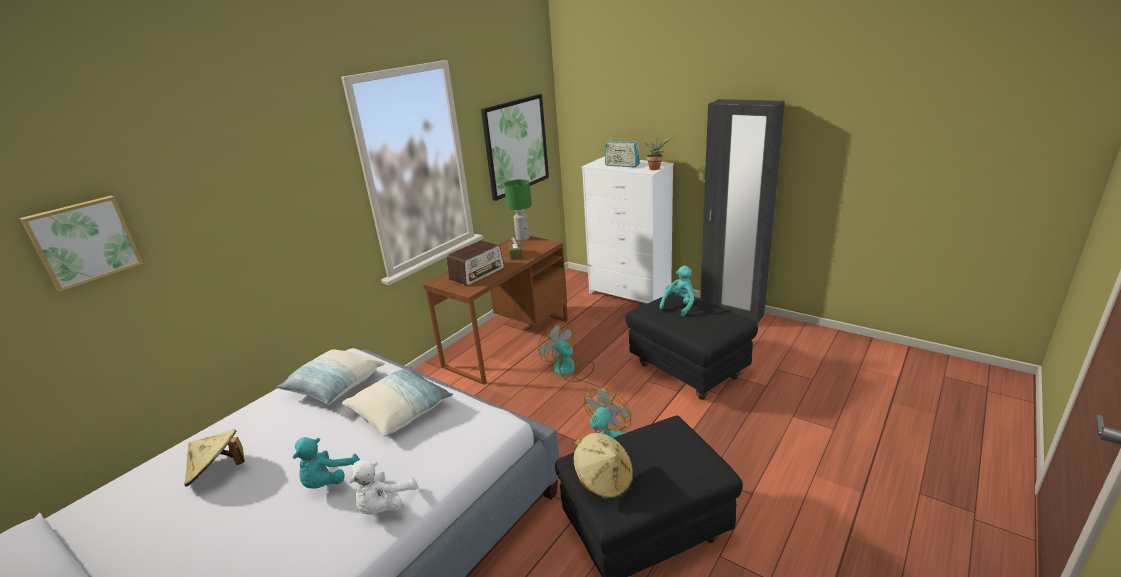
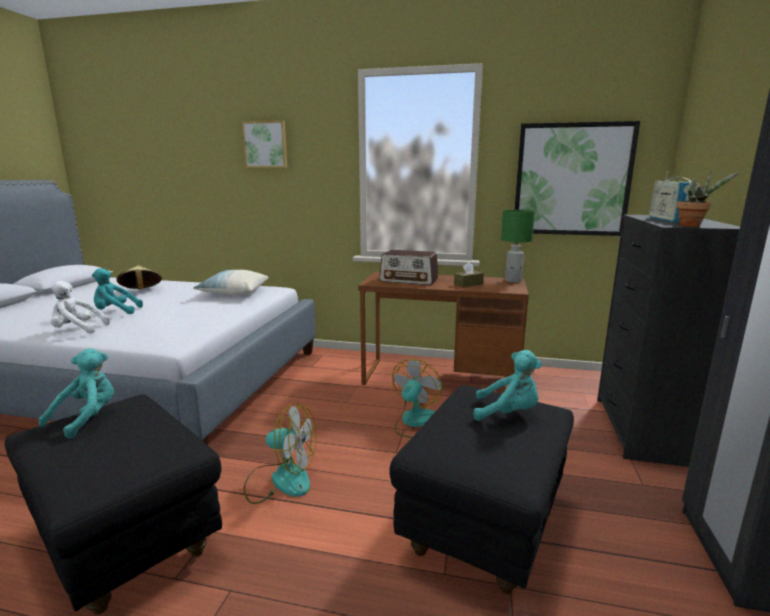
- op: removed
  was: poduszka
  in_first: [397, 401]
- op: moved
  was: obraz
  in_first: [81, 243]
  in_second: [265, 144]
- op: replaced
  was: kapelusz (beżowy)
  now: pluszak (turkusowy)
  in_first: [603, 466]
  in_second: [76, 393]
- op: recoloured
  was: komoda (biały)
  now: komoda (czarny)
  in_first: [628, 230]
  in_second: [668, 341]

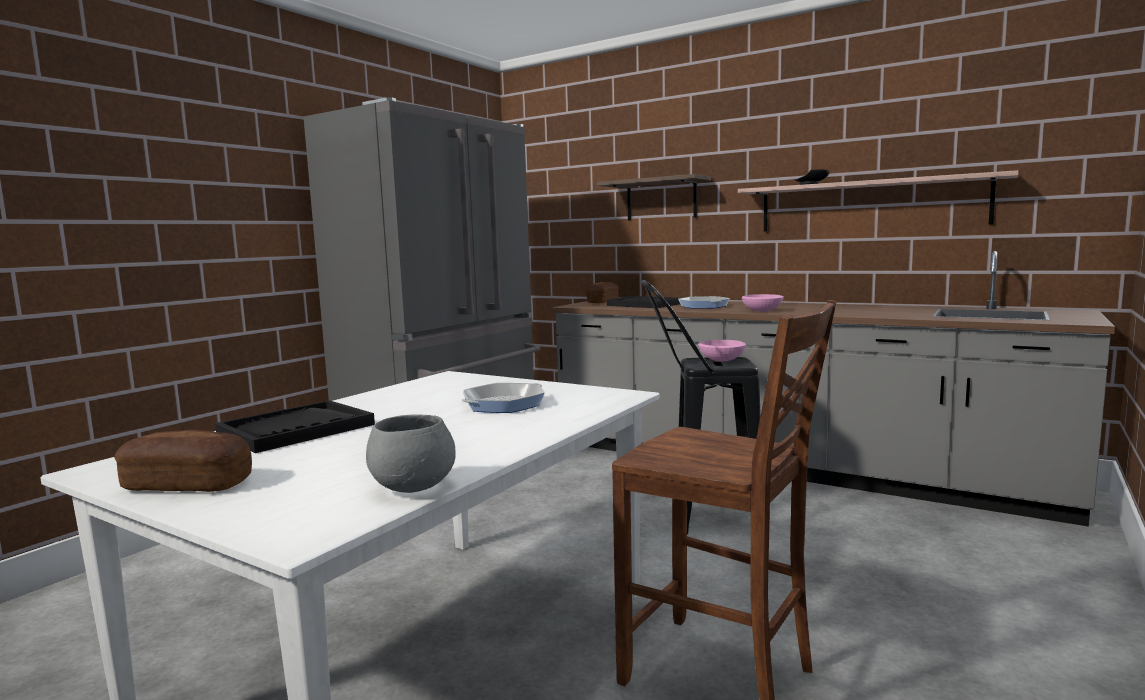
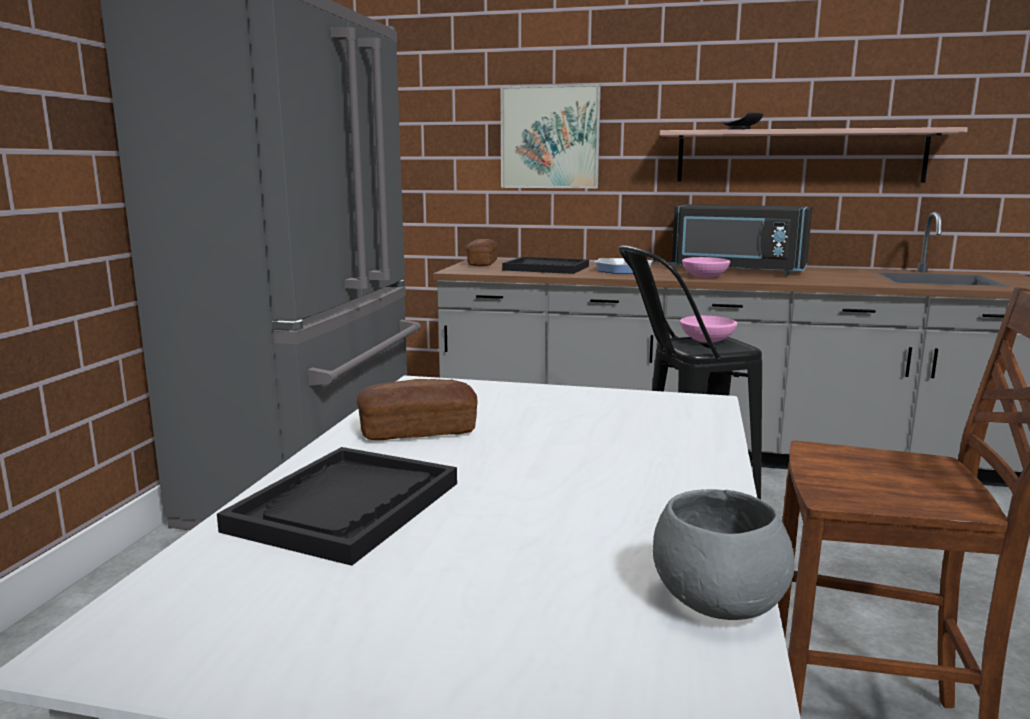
- op: removed
  was: patelnia
  in_first: [503, 398]
- op: added
  now: mikrofalówka (czarny)
  in_second: [741, 239]
- op: moved
  was: chleb
  in_first: [183, 461]
  in_second: [417, 409]
- op: replaced
  was: półka
  now: obraz
  in_first: [654, 197]
  in_second: [551, 136]

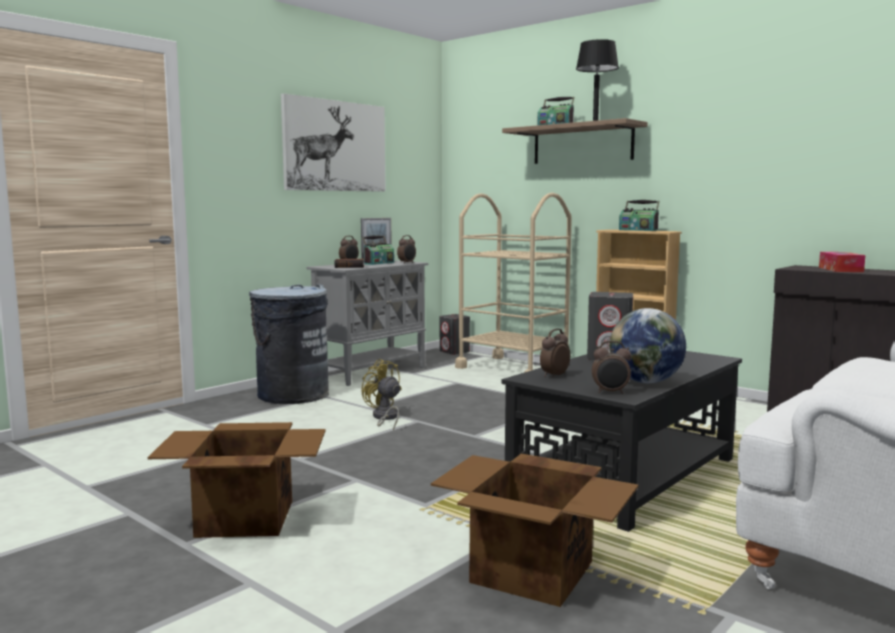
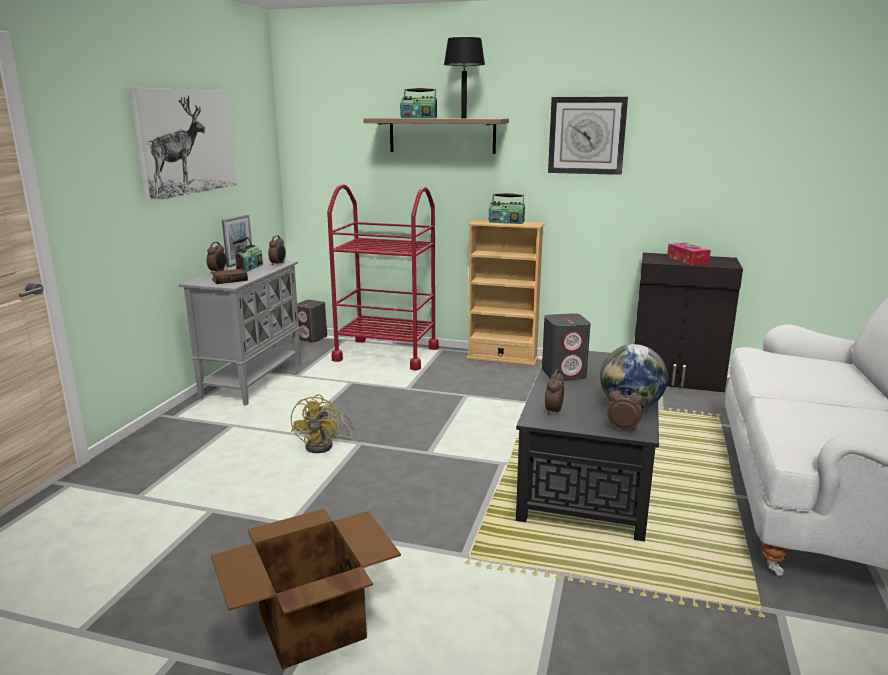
- op: removed
  was: kosz na śmieci (szary)
  in_first: [289, 344]
- op: removed
  was: karton
  in_first: [535, 530]
- op: added
  now: zegar ścienny
  in_second: [588, 136]
- op: recoloured
  was: wózek (beżowy)
  now: wózek (czerwony)
  in_first: [513, 283]
  in_second: [383, 277]
- op: turned
  was: wentylator (żółty)
  in_first: [381, 395]
  in_second: [322, 423]
  clockwise: -105
- op: turned
  was: budzik
  in_first: [612, 367]
  in_second: [625, 409]
  clockwise: -135

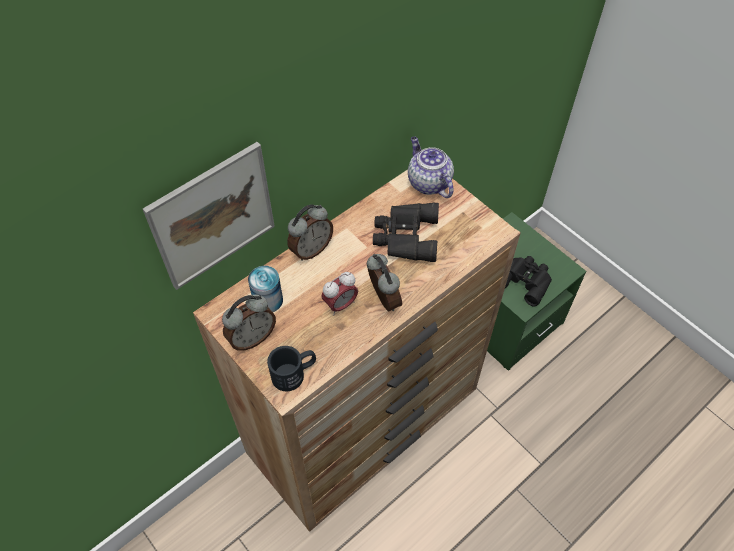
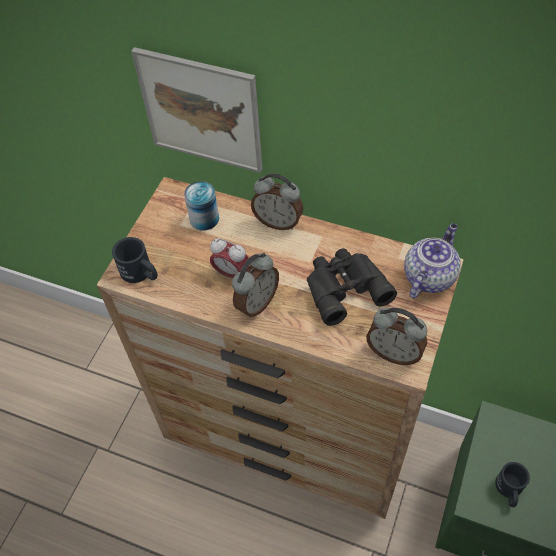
- op: moved
  was: budzik
  in_first: [249, 322]
  in_second: [396, 336]
- op: replaced
  was: lornetka (czarny)
  now: kubek (czarny)
  in_first: [528, 281]
  in_second: [512, 484]

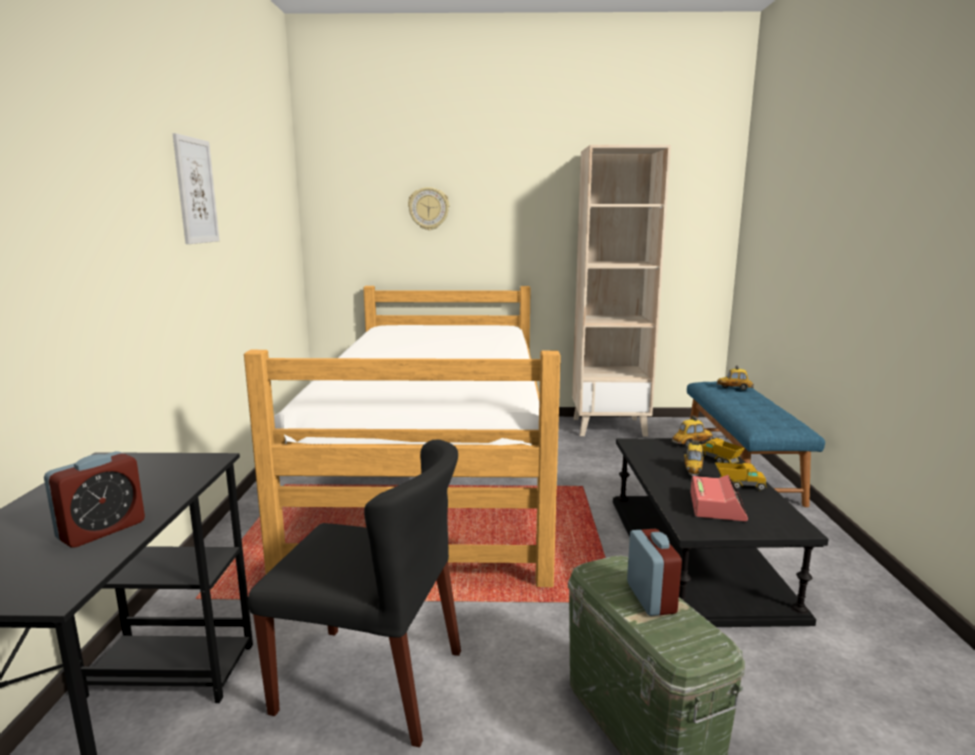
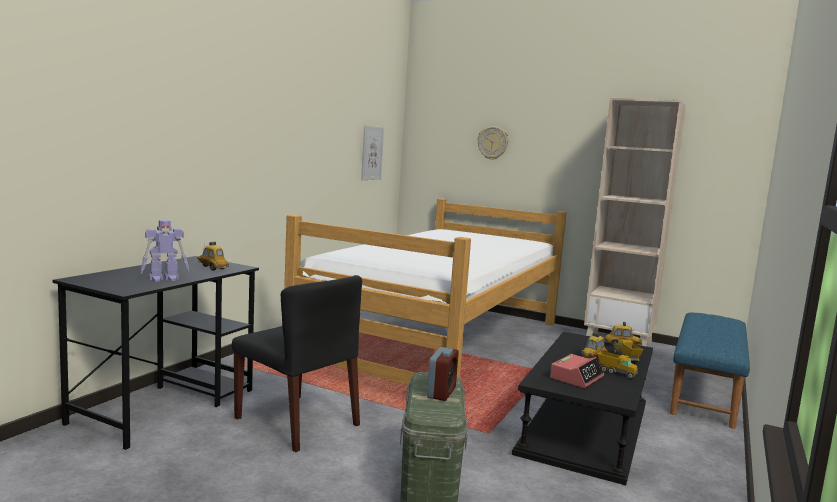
- op: moved
  was: obraz
  in_first: [196, 188]
  in_second: [372, 152]
- op: moved
  was: samochodzik
  in_first: [735, 378]
  in_second: [213, 256]
- op: replaced
  was: budzik
  now: robot zabawkowy
  in_first: [94, 499]
  in_second: [165, 251]

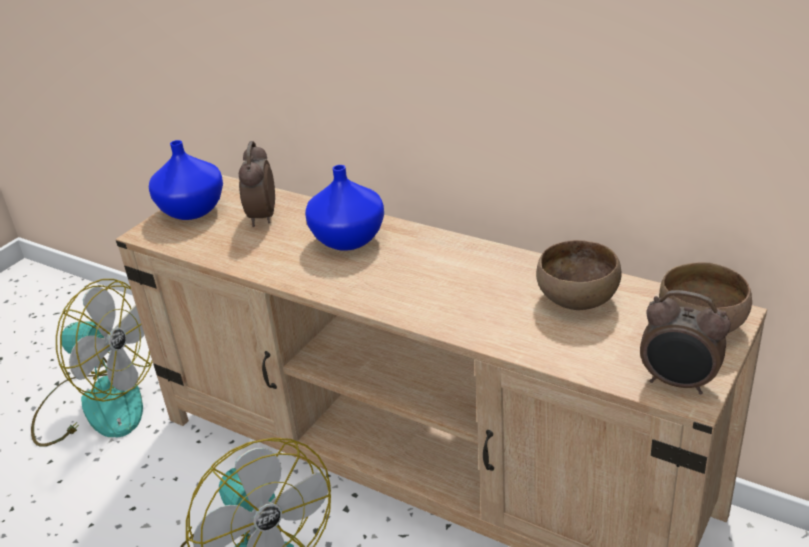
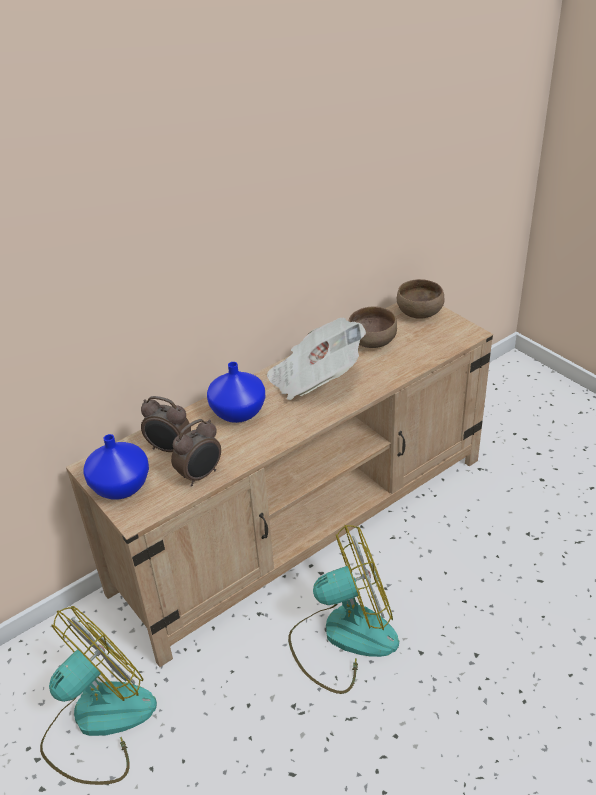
- op: added
  now: gazeta
  in_second: [316, 358]
- op: moved
  was: budzik
  in_first: [685, 342]
  in_second: [196, 452]

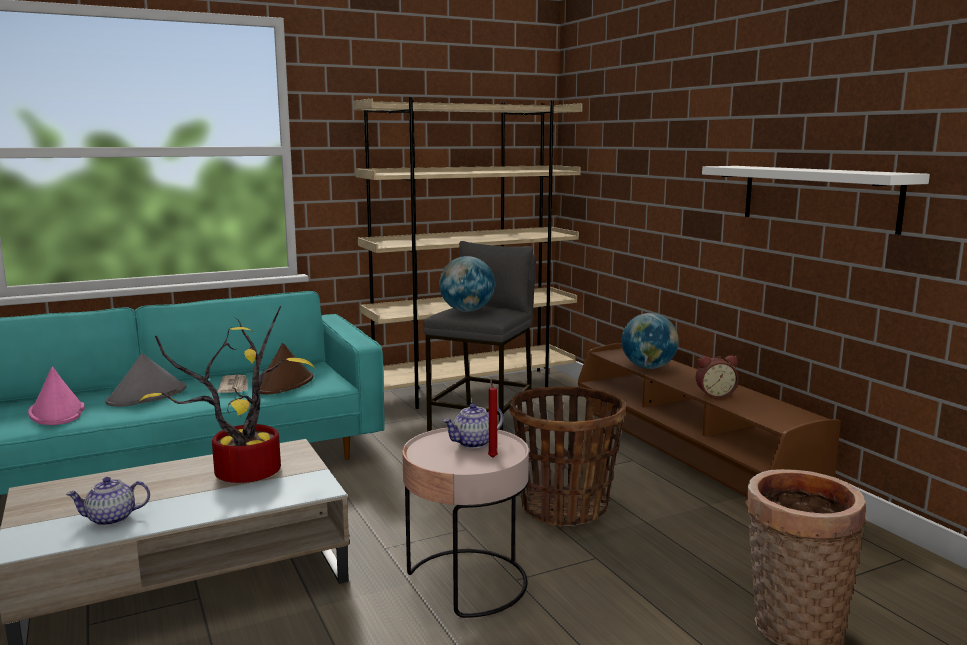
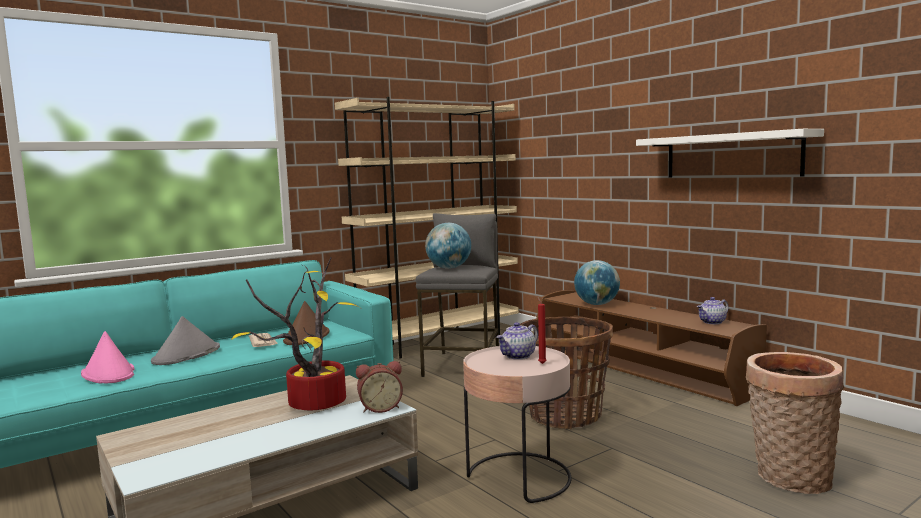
- op: moved
  was: imbryk
  in_first: [108, 501]
  in_second: [713, 310]
- op: moved
  was: budzik
  in_first: [717, 377]
  in_second: [379, 387]

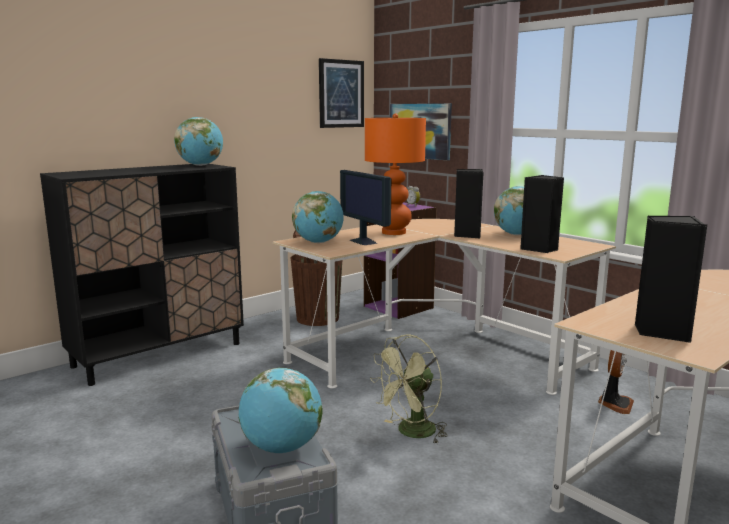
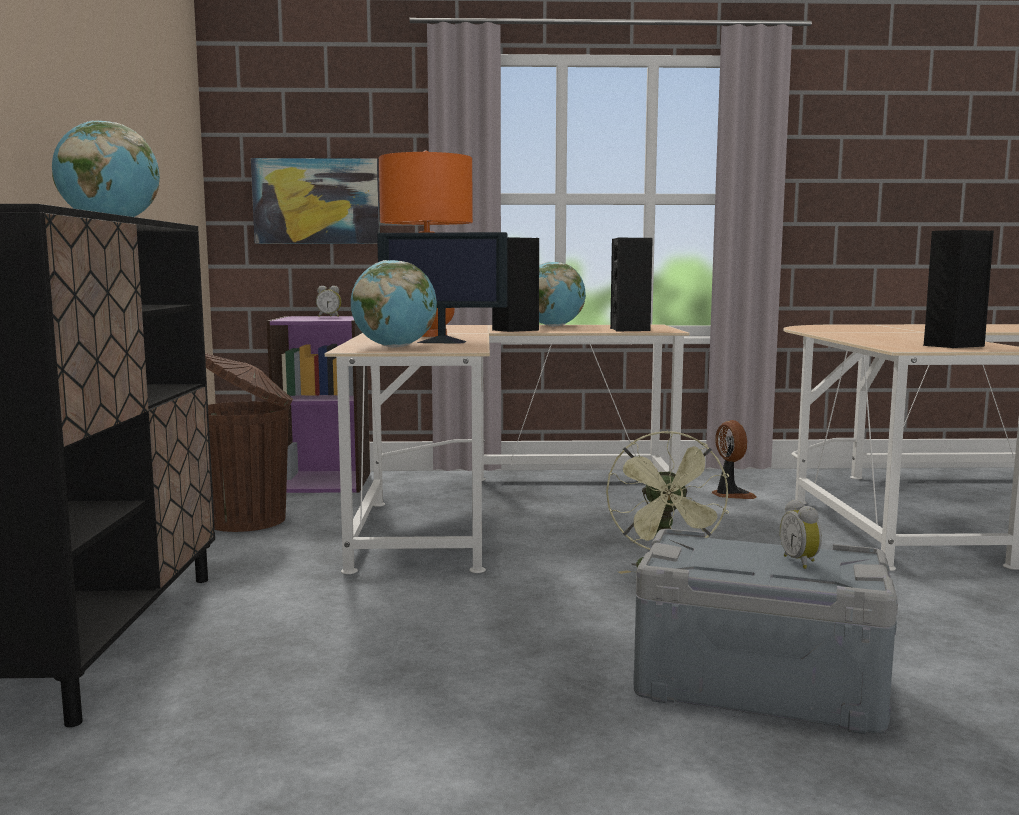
- op: removed
  was: obraz
  in_first: [341, 93]
- op: replaced
  was: globus
  now: budzik
  in_first: [280, 410]
  in_second: [801, 534]

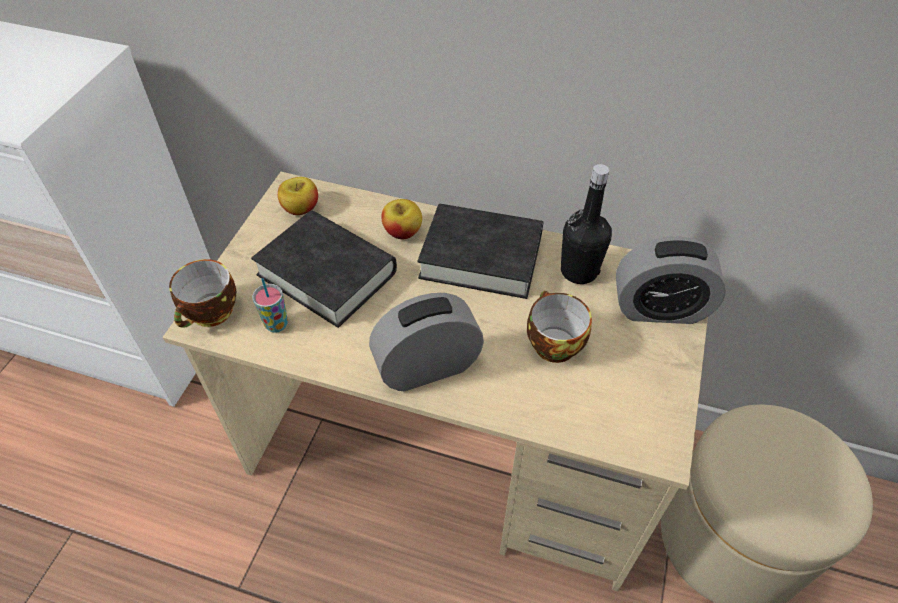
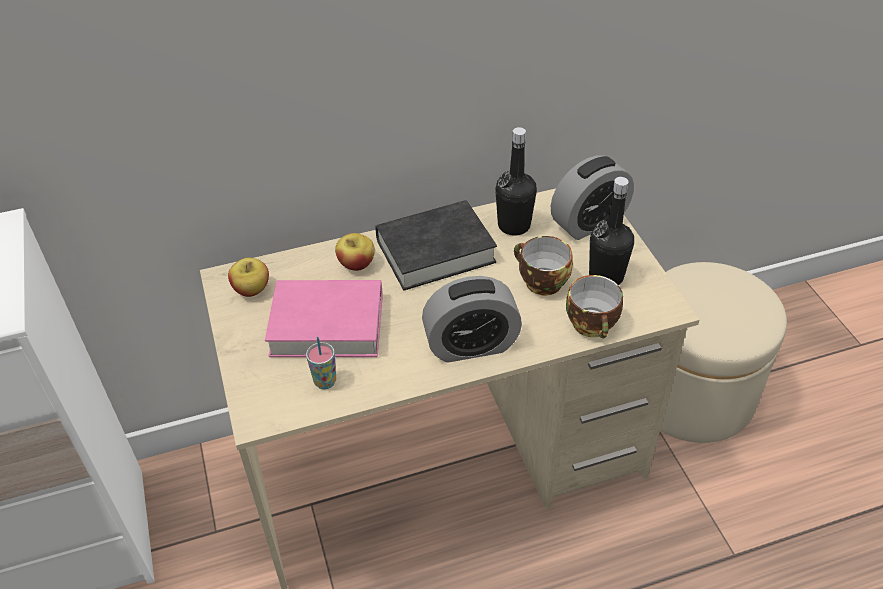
- op: added
  now: butelka (czarny)
  in_second: [611, 231]
- op: moved
  was: filiżanka
  in_first: [202, 293]
  in_second: [594, 307]
- op: recoloured
  was: książka (czarny)
  now: książka (różowy)
  in_first: [324, 269]
  in_second: [324, 318]
- op: turned
  was: budzik
  in_first: [426, 342]
  in_second: [472, 319]
  clockwise: -135

